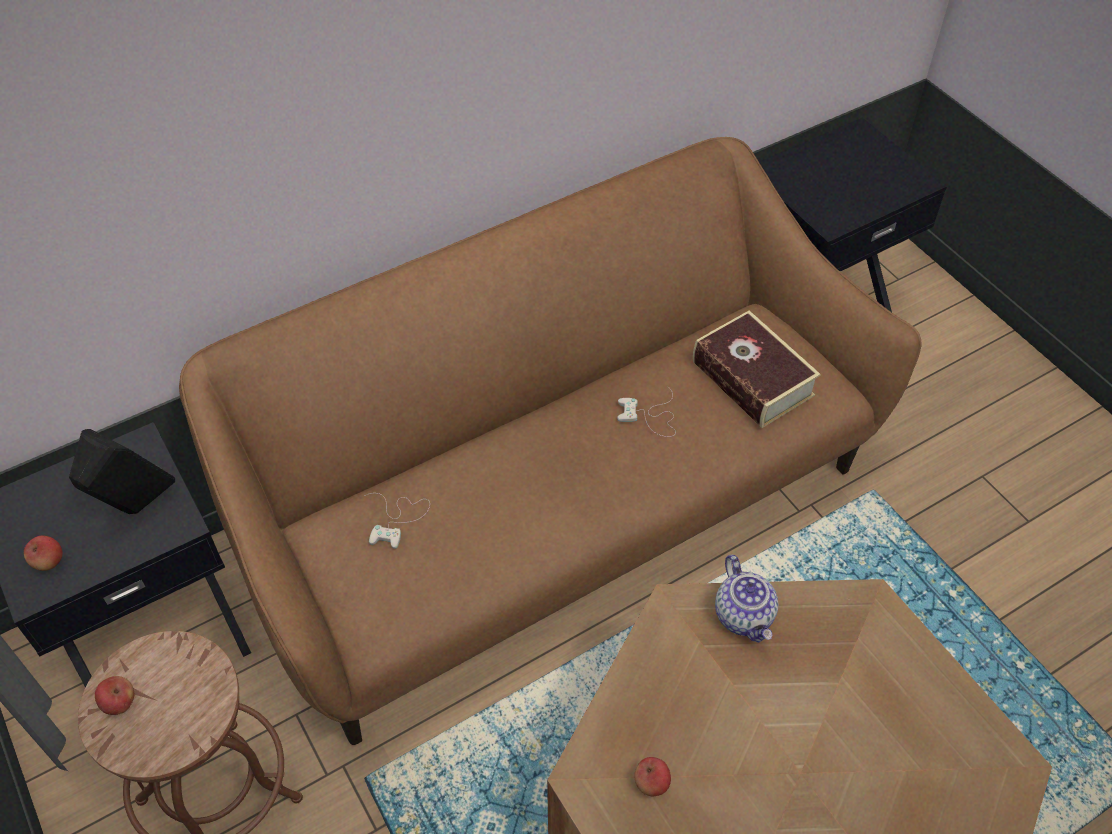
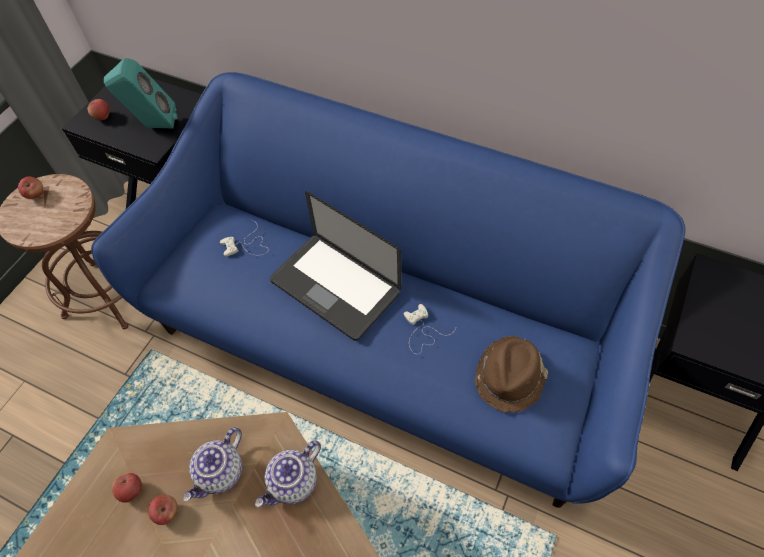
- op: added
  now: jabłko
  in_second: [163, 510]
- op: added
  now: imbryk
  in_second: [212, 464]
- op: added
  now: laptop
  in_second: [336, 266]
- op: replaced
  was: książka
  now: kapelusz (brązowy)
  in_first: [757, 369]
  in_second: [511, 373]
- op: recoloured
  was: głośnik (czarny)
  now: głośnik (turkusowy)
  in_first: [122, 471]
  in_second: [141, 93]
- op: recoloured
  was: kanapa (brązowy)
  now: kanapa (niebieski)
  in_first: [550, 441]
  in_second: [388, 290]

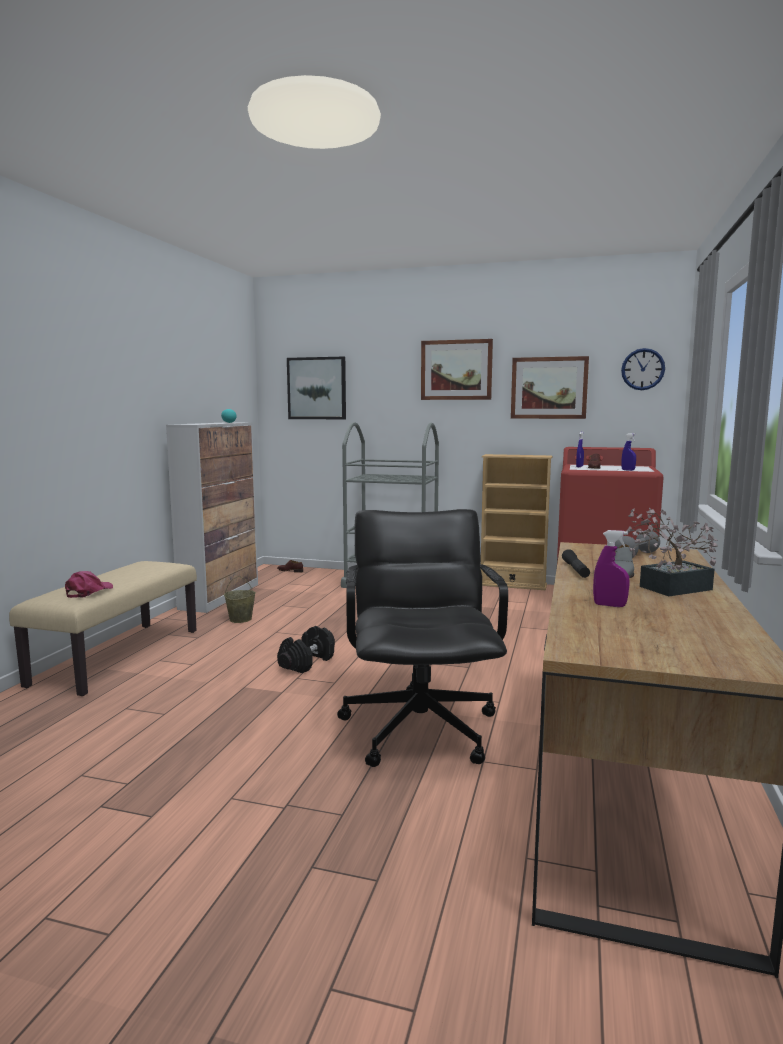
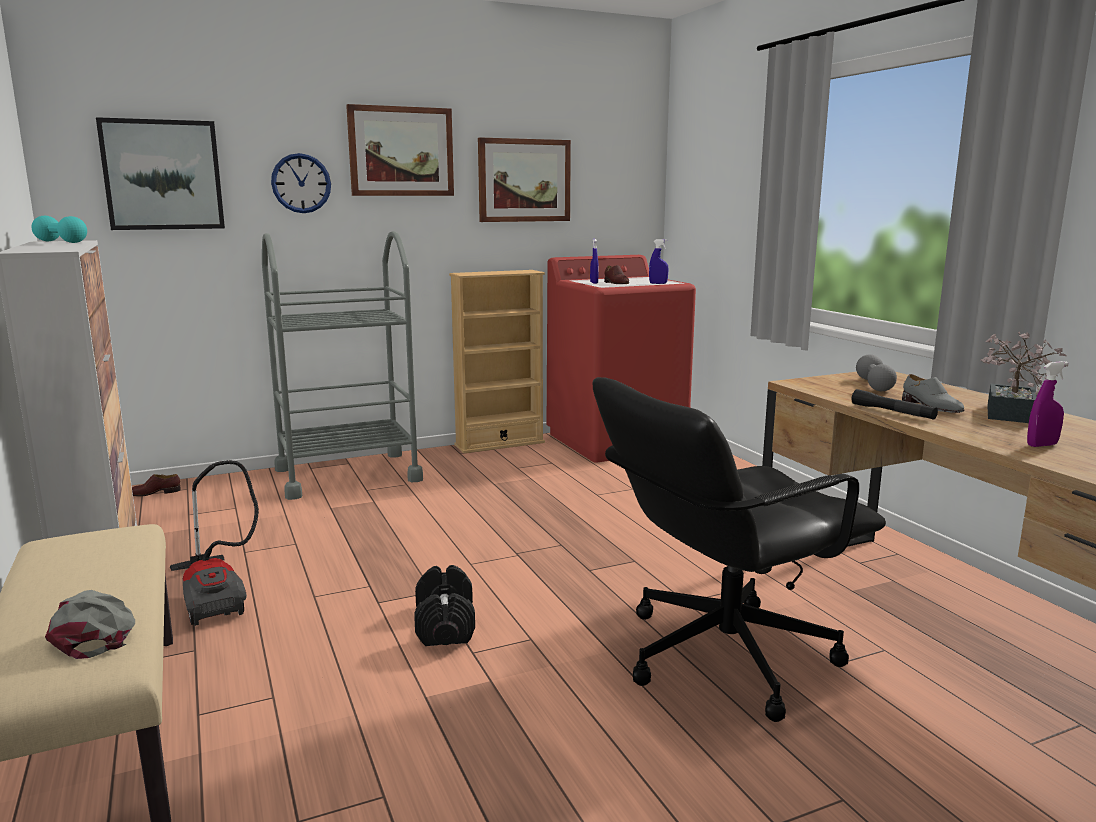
- op: moved
  was: zegar ścienny
  in_first: [643, 369]
  in_second: [301, 183]
- op: replaced
  was: wiadro (beżowy)
  now: odkurzacz
  in_first: [240, 599]
  in_second: [214, 543]
- op: recoloured
  was: czapka z daszkiem (różowy)
  now: czapka z daszkiem (szary)
  in_first: [89, 584]
  in_second: [90, 624]
- op: turned
  was: krzesło biurowe (czarny)
  in_first: [422, 638]
  in_second: [739, 549]
  clockwise: -75

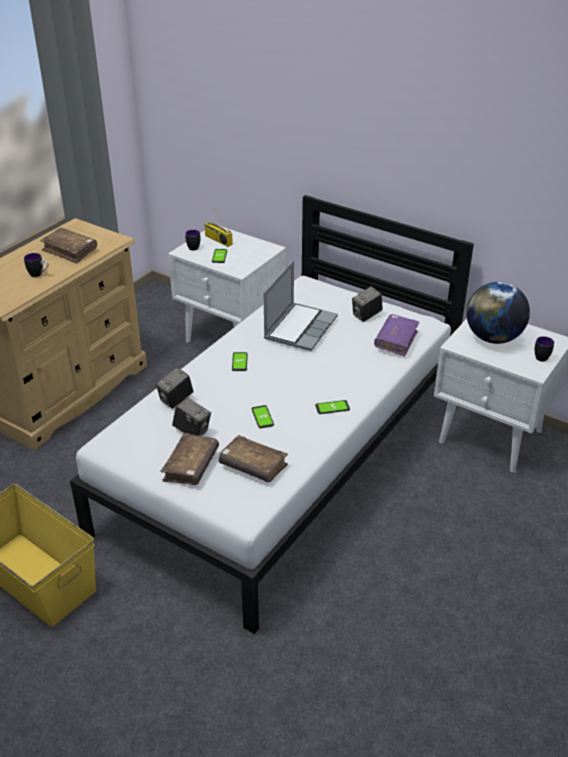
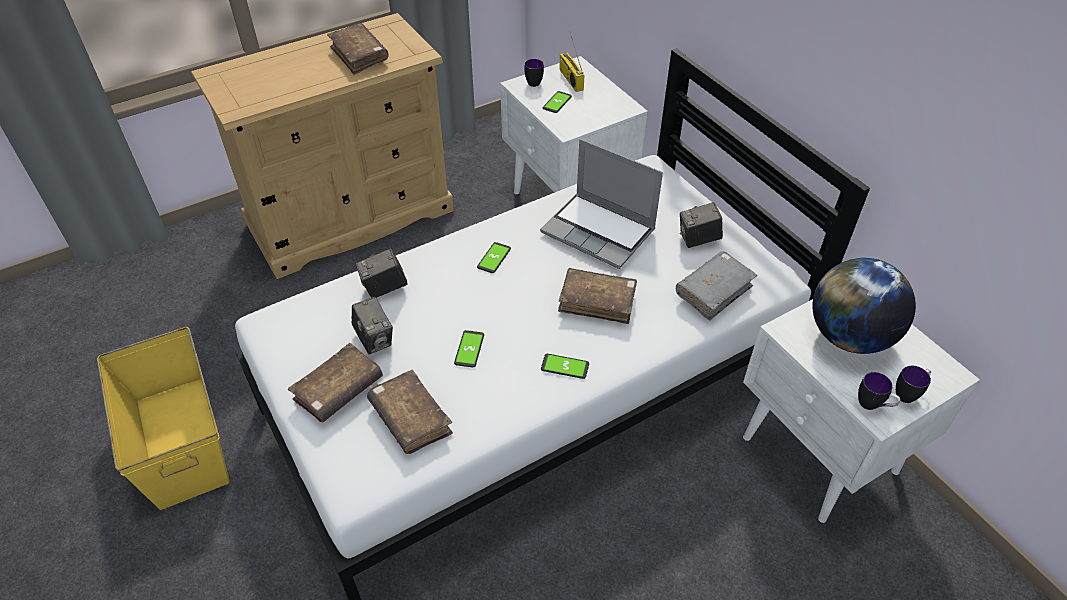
- op: added
  now: książka (brązowy)
  in_second: [597, 296]
- op: moved
  was: kubek
  in_first: [36, 265]
  in_second: [879, 391]
- op: recoloured
  was: książka (fioletowy)
  now: książka (szary)
  in_first: [397, 335]
  in_second: [716, 286]
- op: turned
  was: laptop
  in_first: [301, 305]
  in_second: [601, 204]
  clockwise: 75

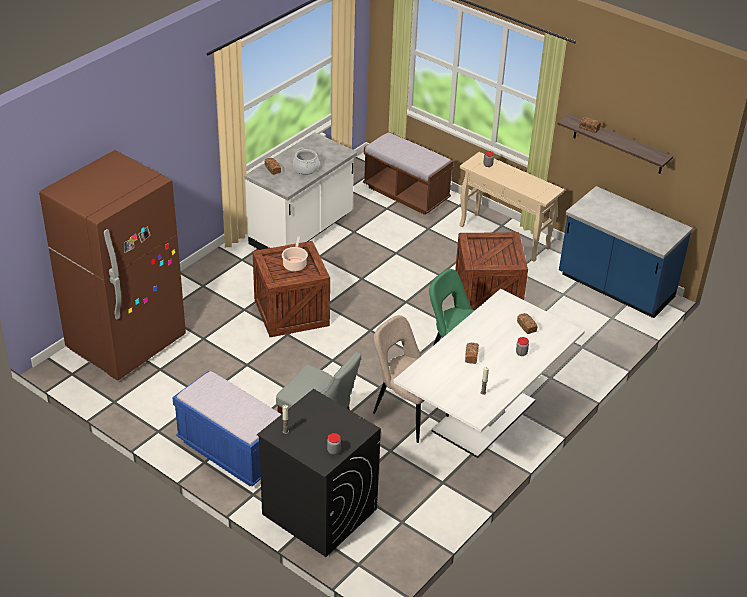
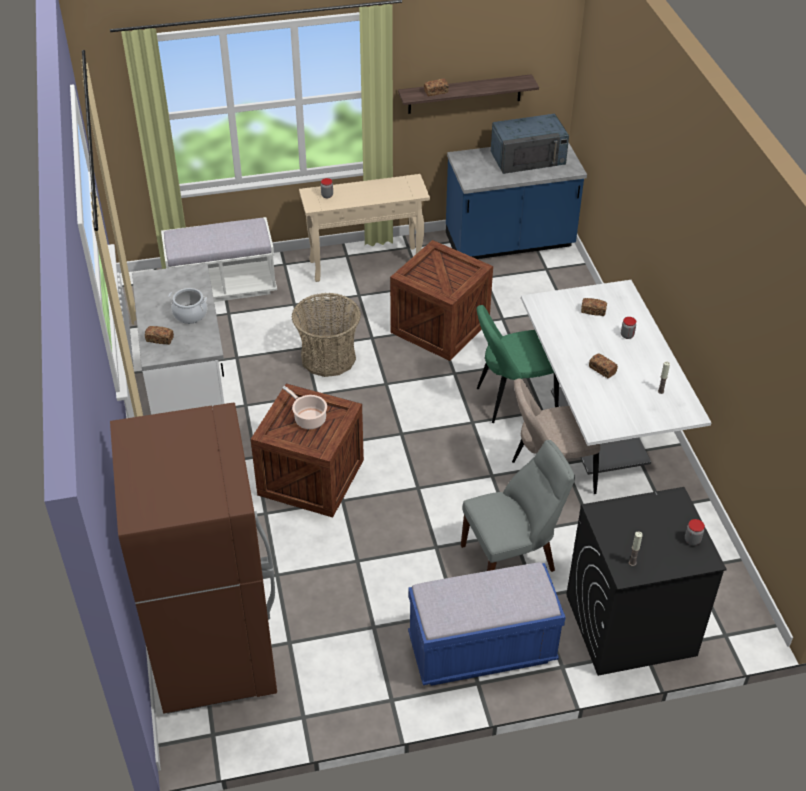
- op: added
  now: koszyk
  in_second: [326, 335]
- op: added
  now: mikrofalówka (niebieski)
  in_second: [530, 144]
- op: recoloured
  was: ławka (brązowy)
  now: ławka (biały)
  in_first: [408, 173]
  in_second: [219, 259]

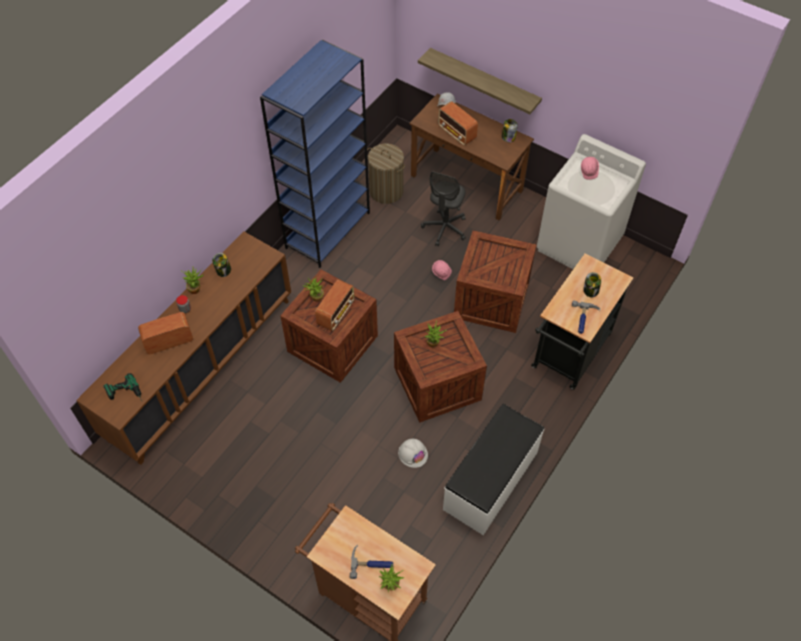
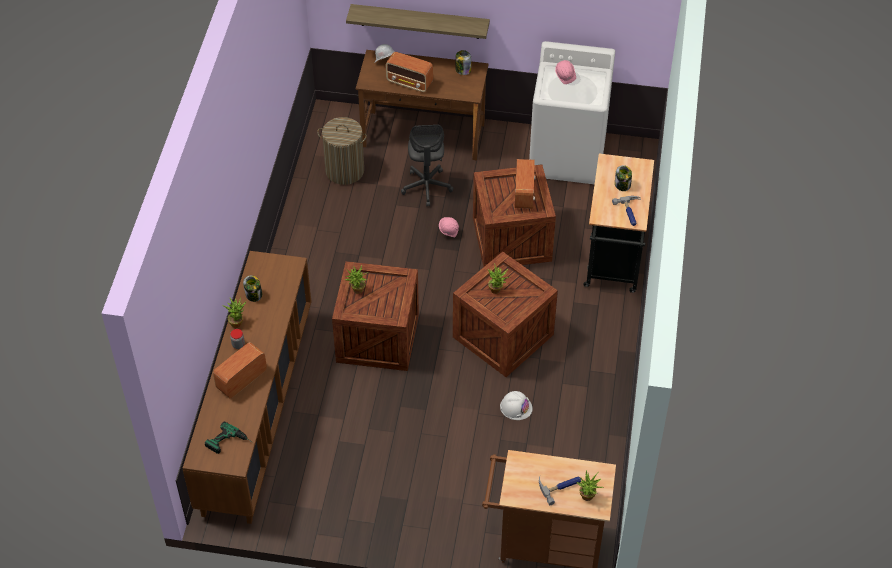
- op: removed
  was: regał (niebieski)
  in_first: [315, 154]
- op: removed
  was: ławka (biały)
  in_first: [493, 469]
- op: moved
  was: radio
  in_first: [334, 305]
  in_second: [525, 184]

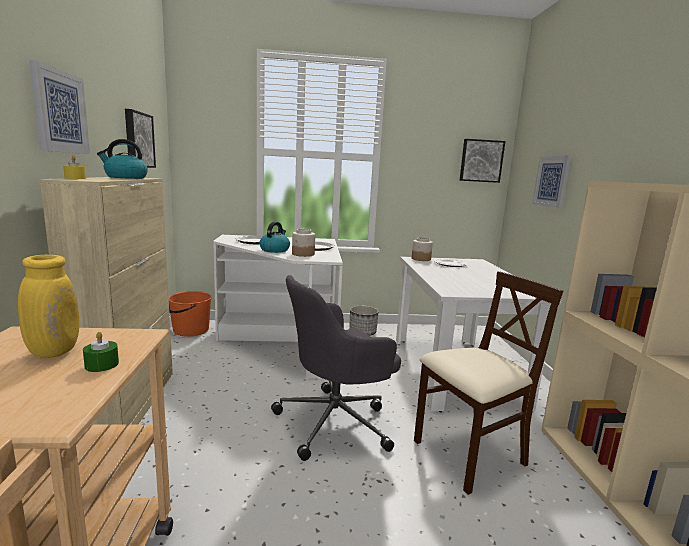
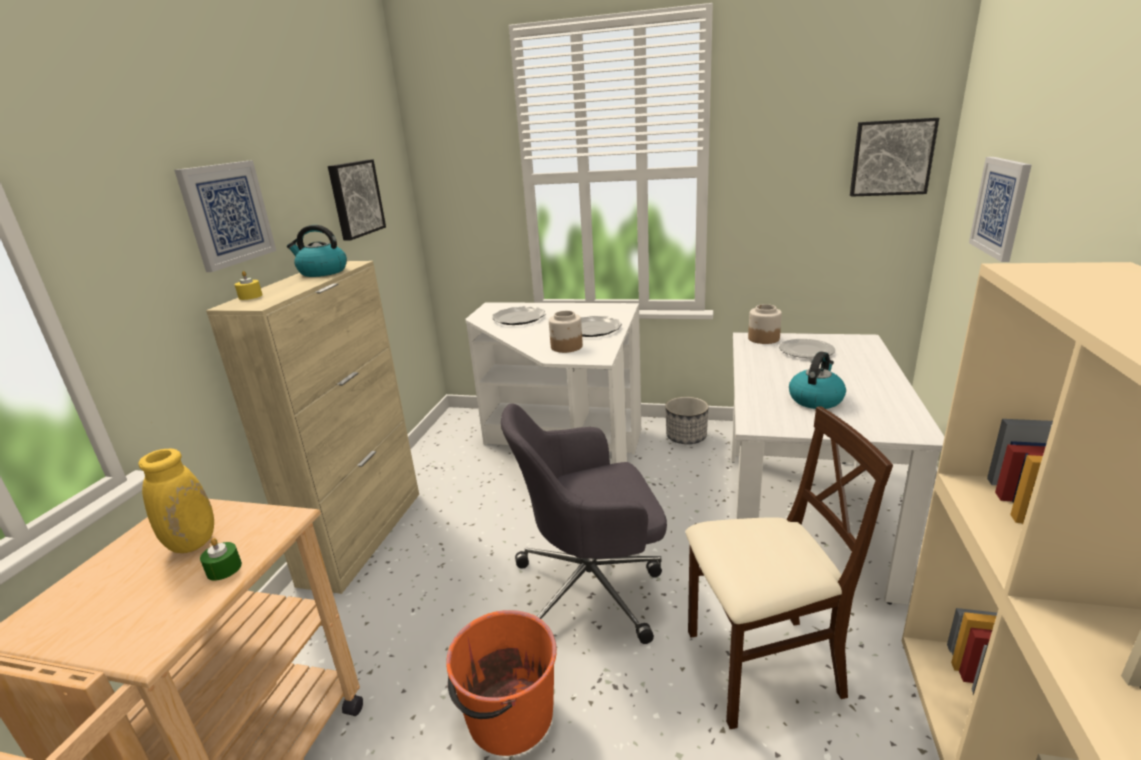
- op: moved
  was: wiadro (pomarańczowy)
  in_first: [190, 314]
  in_second: [501, 683]
- op: moved
  was: czajnik
  in_first: [274, 237]
  in_second: [817, 380]

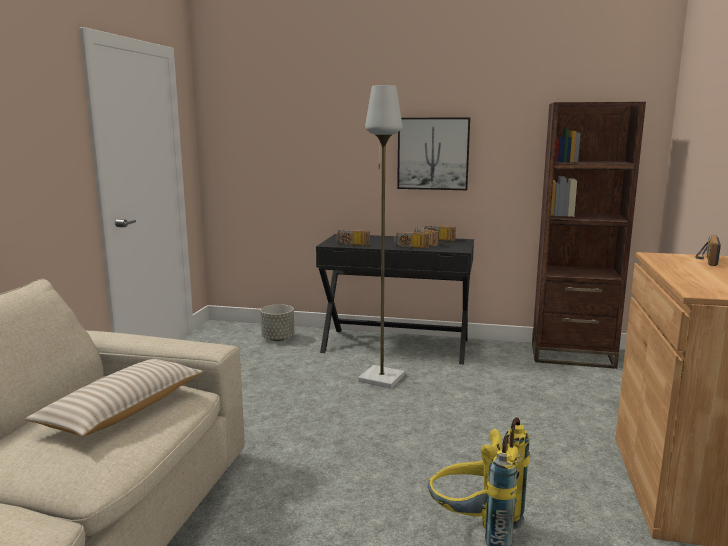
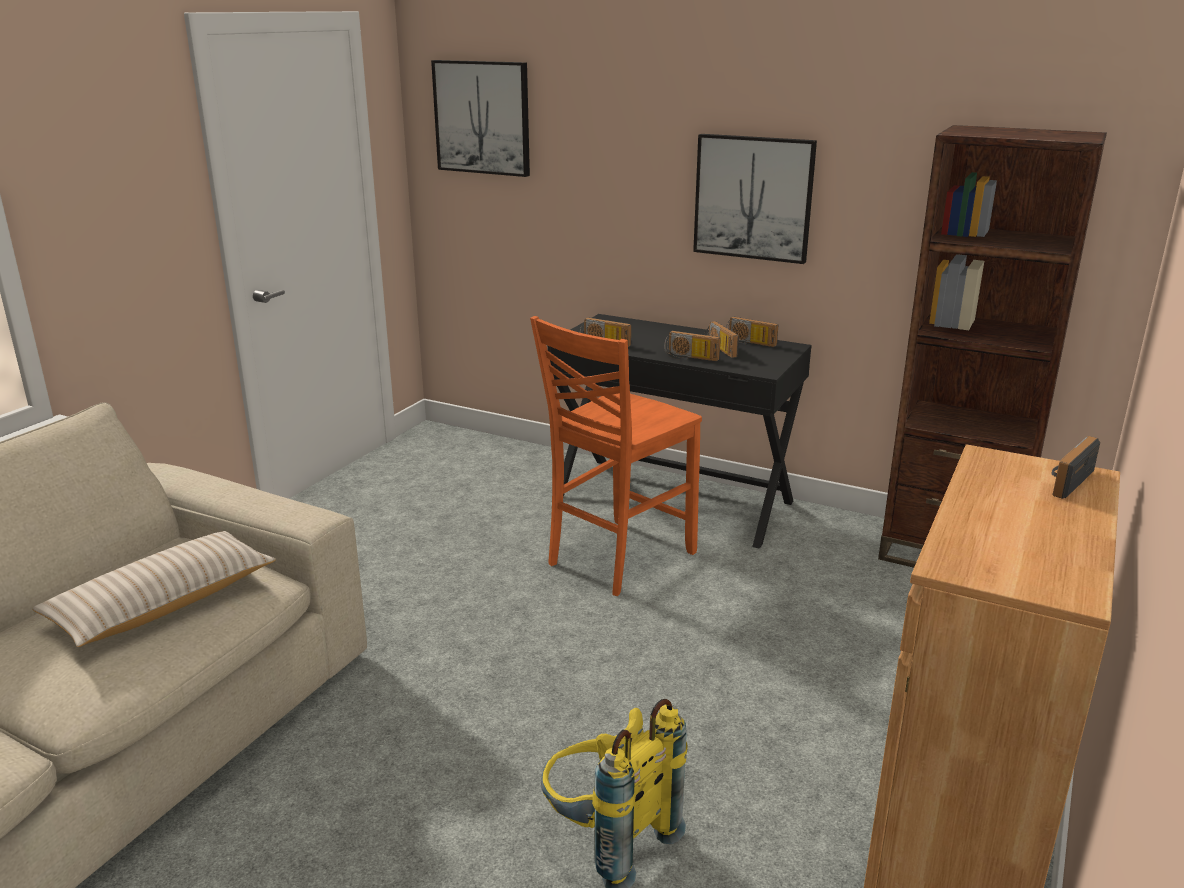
- op: removed
  was: donica (szary)
  in_first: [277, 322]
- op: added
  now: obraz
  in_second: [480, 118]
- op: replaced
  was: lampa stojąca (szary)
  now: krzesło (pomarańczowy)
  in_first: [381, 236]
  in_second: [616, 456]

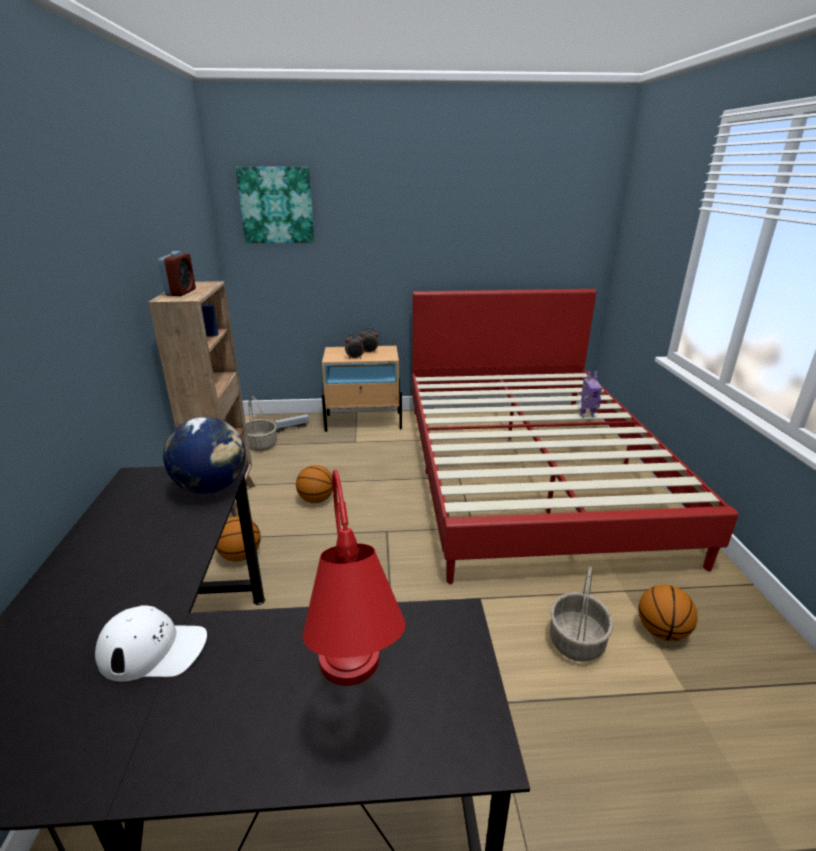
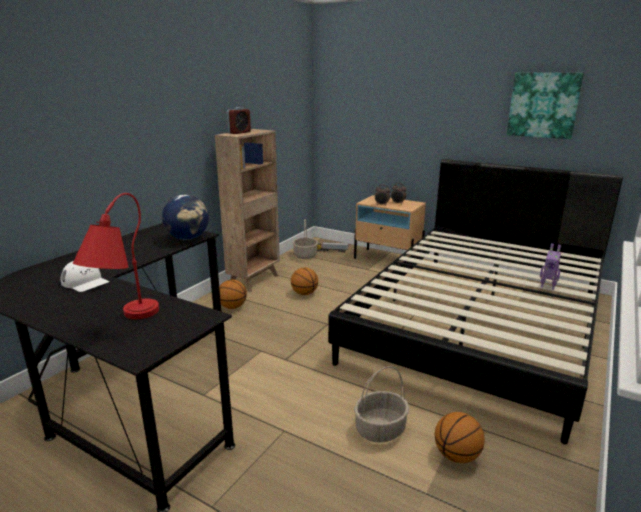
- op: moved
  was: obraz
  in_first: [275, 205]
  in_second: [545, 106]
- op: recoloured
  was: łóżko (czerwony)
  now: łóżko (czarny)
  in_first: [575, 436]
  in_second: [475, 301]

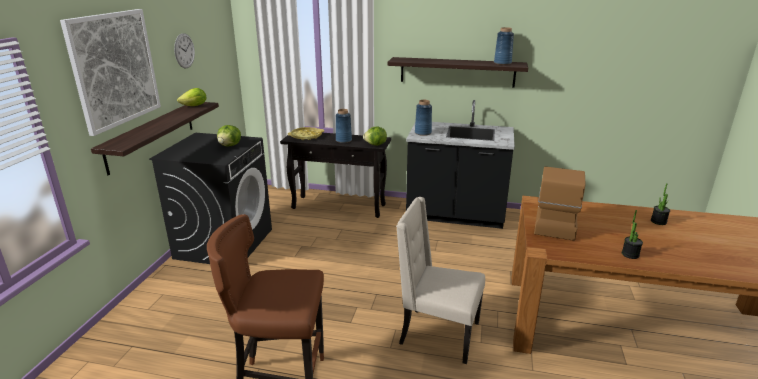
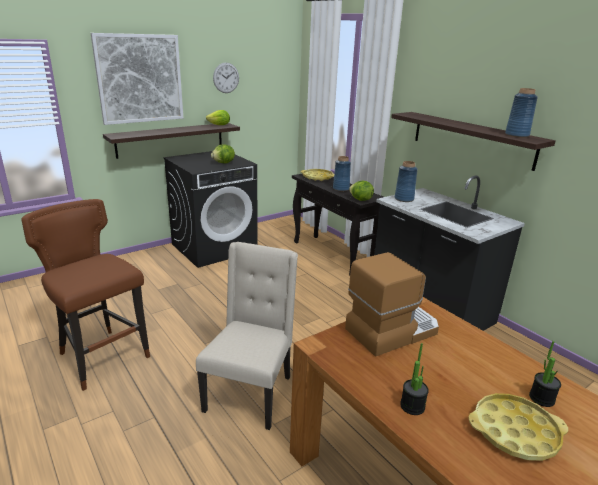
- op: added
  now: taca (żółty)
  in_second: [518, 427]
- op: turned
  was: krzesło (beżowy)
  in_first: [440, 280]
  in_second: [247, 336]
  clockwise: 45

